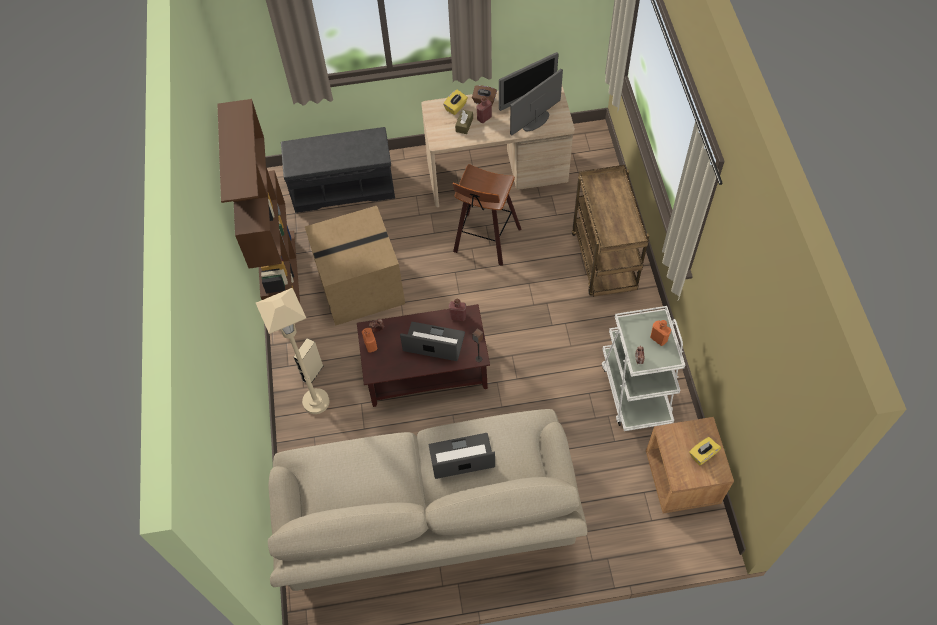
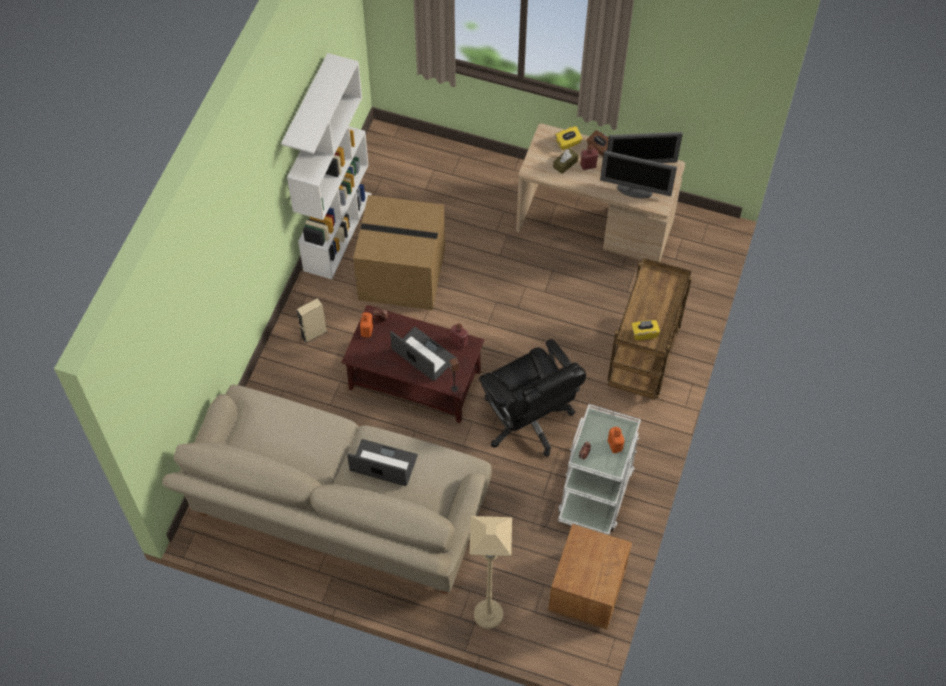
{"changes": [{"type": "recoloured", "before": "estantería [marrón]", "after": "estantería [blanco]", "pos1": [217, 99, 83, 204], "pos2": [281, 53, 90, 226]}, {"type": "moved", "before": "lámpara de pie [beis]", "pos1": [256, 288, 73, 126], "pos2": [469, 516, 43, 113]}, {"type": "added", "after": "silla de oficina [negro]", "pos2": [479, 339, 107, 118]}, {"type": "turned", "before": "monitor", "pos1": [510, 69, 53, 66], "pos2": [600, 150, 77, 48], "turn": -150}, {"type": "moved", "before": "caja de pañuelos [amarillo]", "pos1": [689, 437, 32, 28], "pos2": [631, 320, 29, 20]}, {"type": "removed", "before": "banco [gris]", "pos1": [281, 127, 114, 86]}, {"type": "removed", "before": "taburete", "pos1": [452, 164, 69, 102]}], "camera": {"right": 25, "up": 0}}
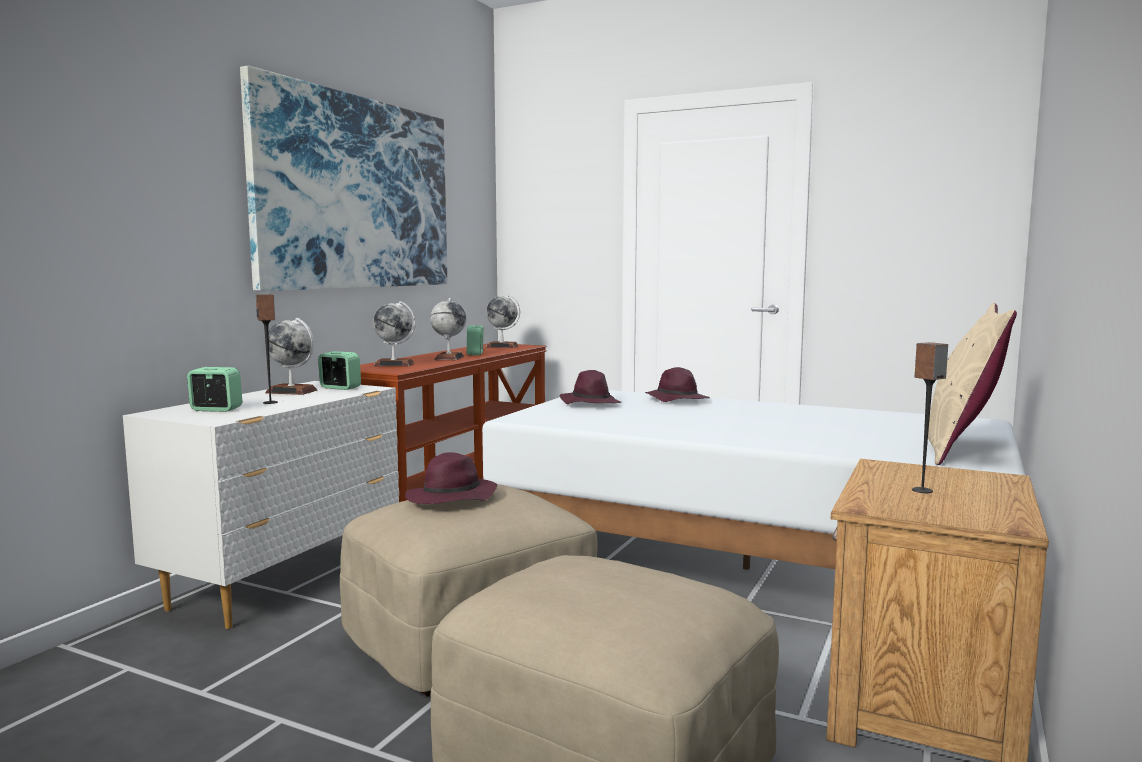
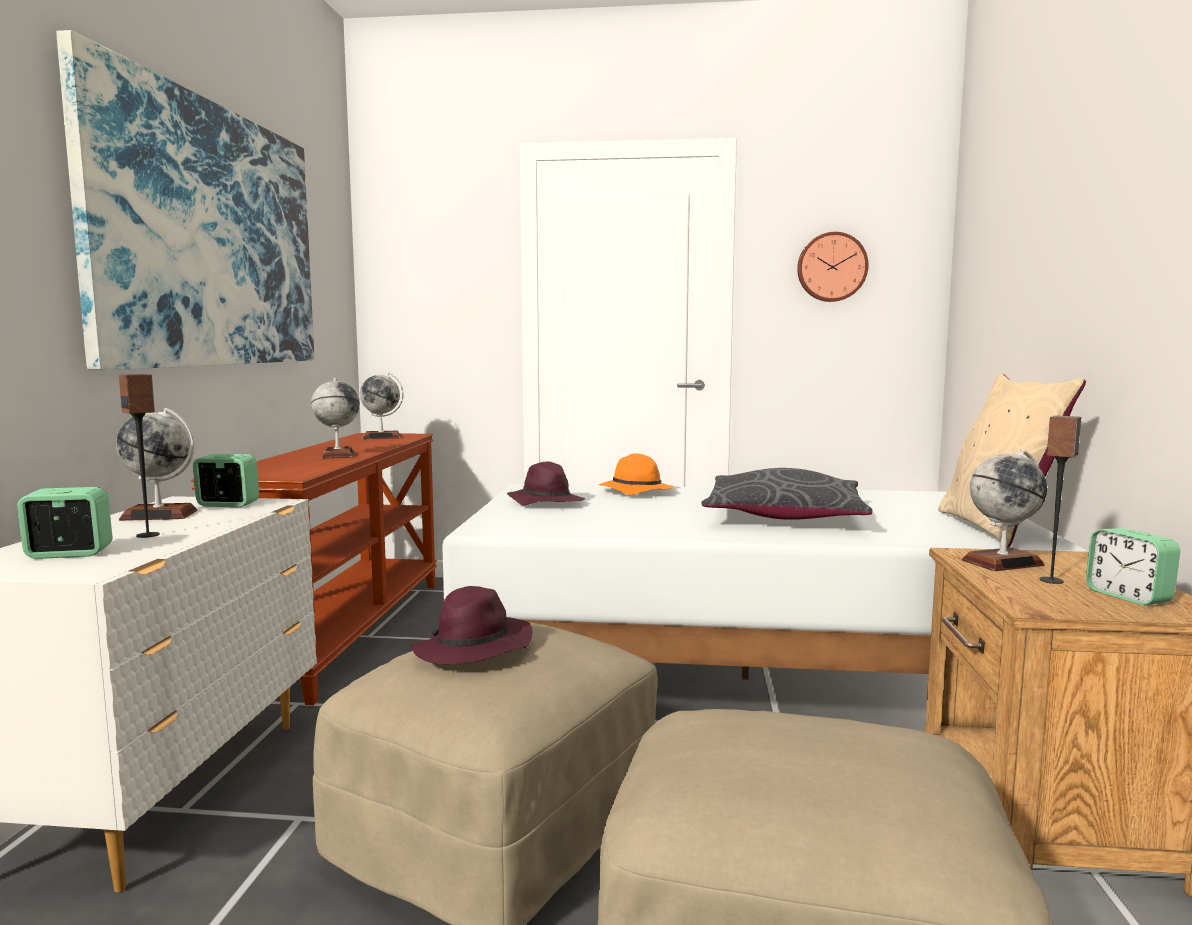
{"changes": [{"type": "recoloured", "before": "sombrero [morado]", "after": "sombrero [naranja]", "pos1": [645, 367, 65, 35], "pos2": [599, 453, 76, 42]}, {"type": "added", "after": "cojín [gris]", "pos2": [701, 468, 172, 52]}, {"type": "added", "after": "reloj de pared", "pos2": [797, 232, 72, 70]}, {"type": "moved", "before": "globo terráqueo", "pos1": [373, 301, 43, 66], "pos2": [962, 449, 85, 122]}, {"type": "moved", "before": "despertador", "pos1": [467, 325, 17, 30], "pos2": [1086, 528, 94, 78]}], "camera": {"right": -20, "up": 0}}
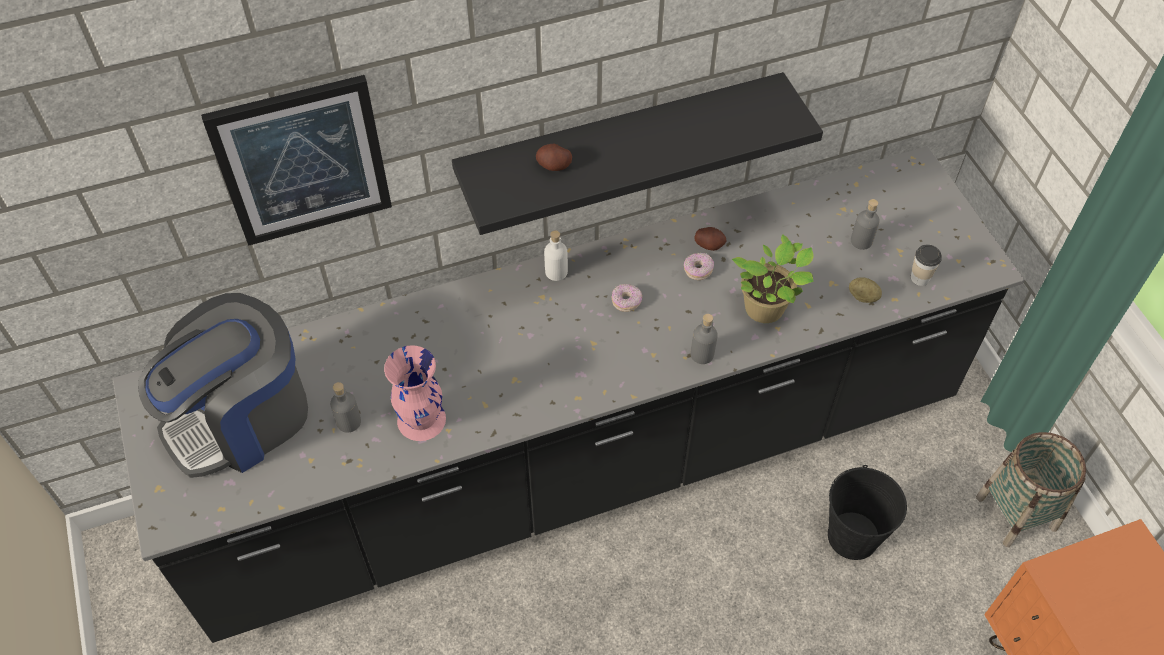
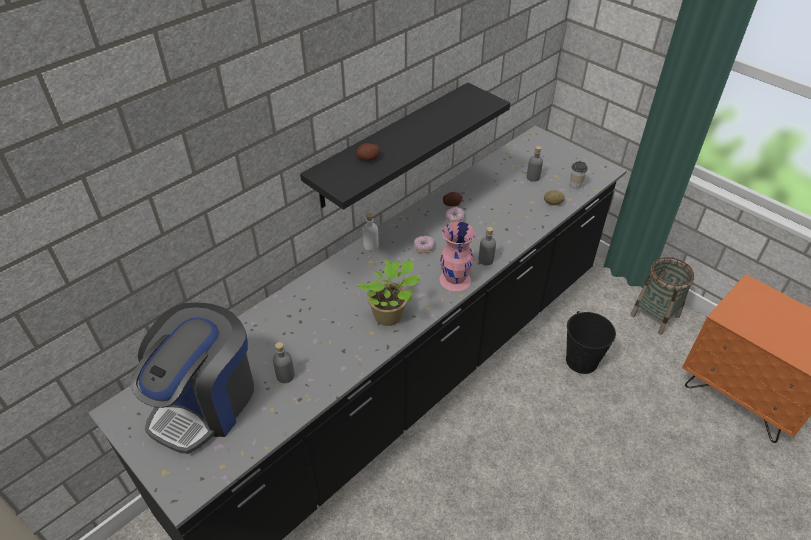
{"changes": [{"type": "moved", "before": "planta en maceta", "pos1": [732, 234, 82, 89], "pos2": [357, 259, 64, 67]}, {"type": "moved", "before": "florero [rosa]", "pos1": [384, 345, 62, 96], "pos2": [440, 222, 36, 69]}, {"type": "removed", "before": "cuadro", "pos1": [201, 75, 191, 171]}], "camera": {"right": -25, "up": -10}}
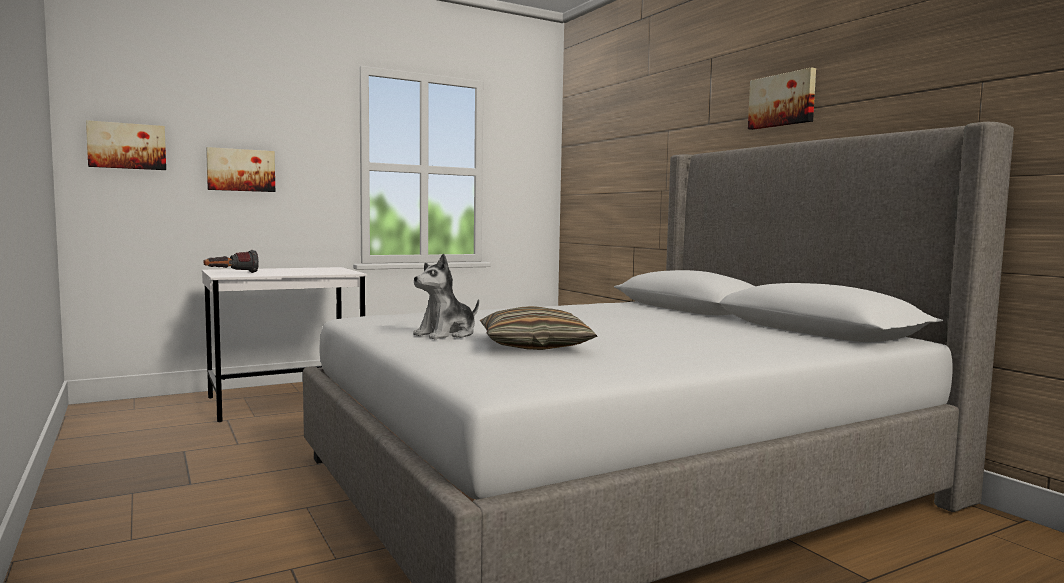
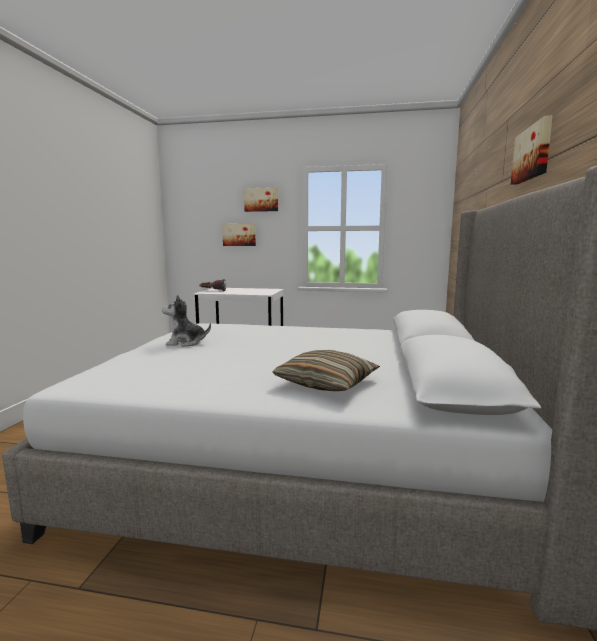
{"changes": [{"type": "moved", "before": "cuadro", "pos1": [86, 120, 80, 50], "pos2": [244, 187, 34, 25]}, {"type": "moved", "before": "cojín", "pos1": [480, 306, 118, 44], "pos2": [273, 350, 107, 41]}], "camera": {"right": 40, "up": 5}}
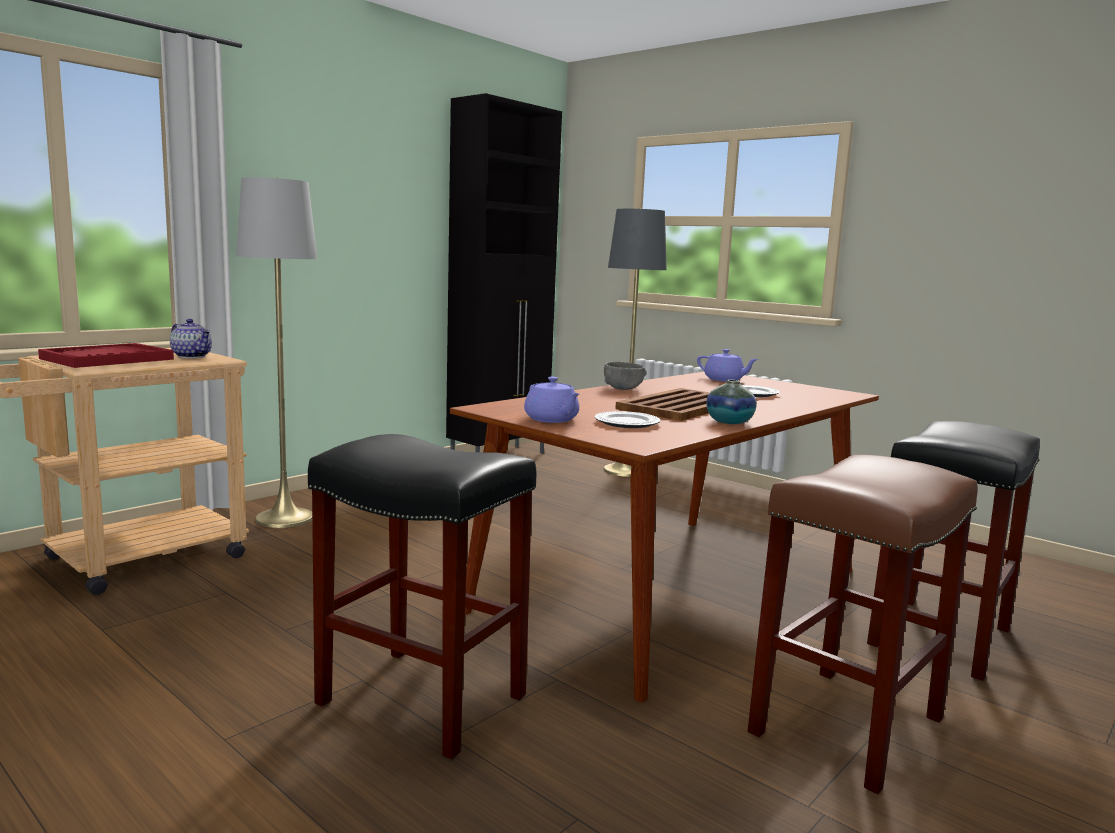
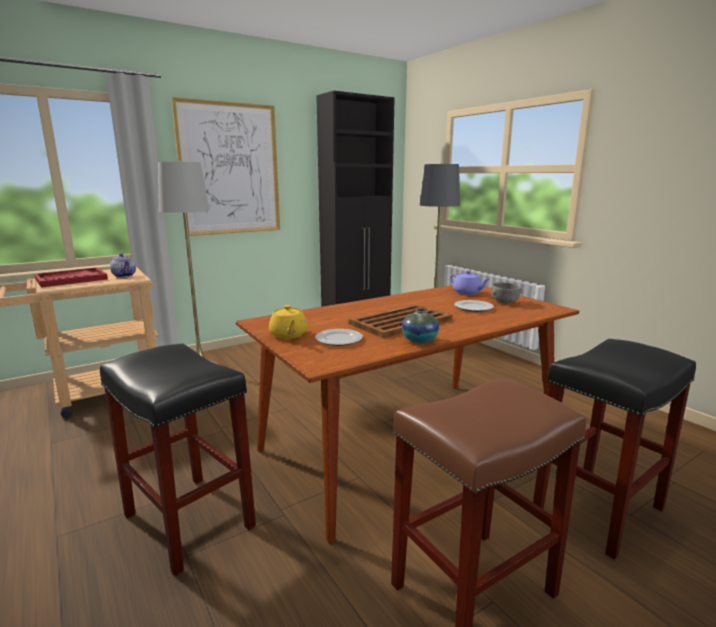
{"changes": [{"type": "added", "after": "cuadro", "pos2": [171, 97, 109, 139]}, {"type": "recoloured", "before": "tetera [morado]", "after": "tetera [amarillo]", "pos1": [524, 377, 55, 46], "pos2": [269, 305, 39, 34]}, {"type": "moved", "before": "cuenco [gris]", "pos1": [604, 362, 43, 28], "pos2": [491, 282, 32, 21]}], "camera": {"right": 15, "up": 5}}
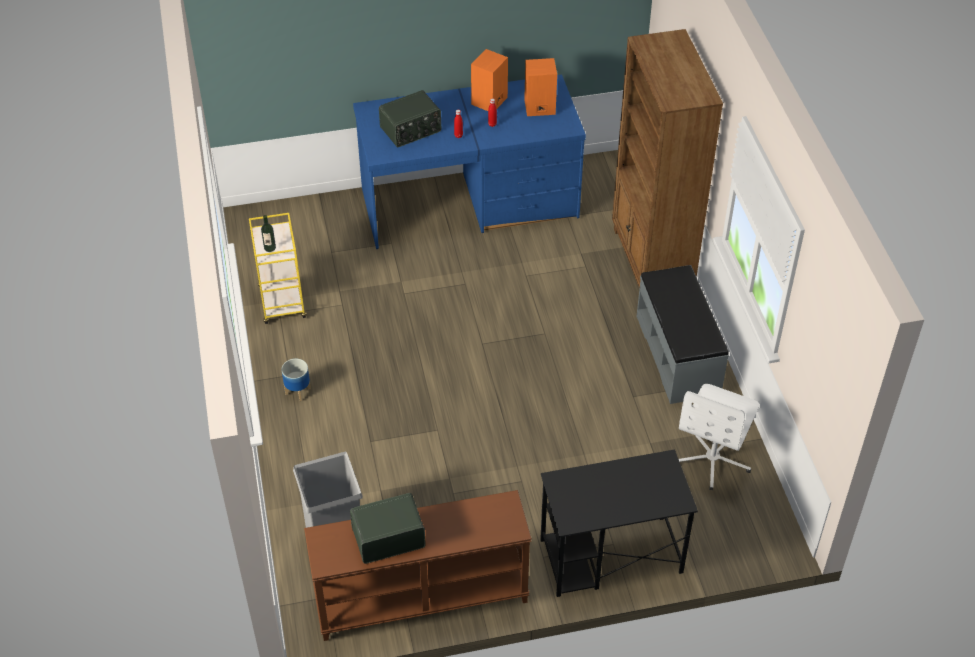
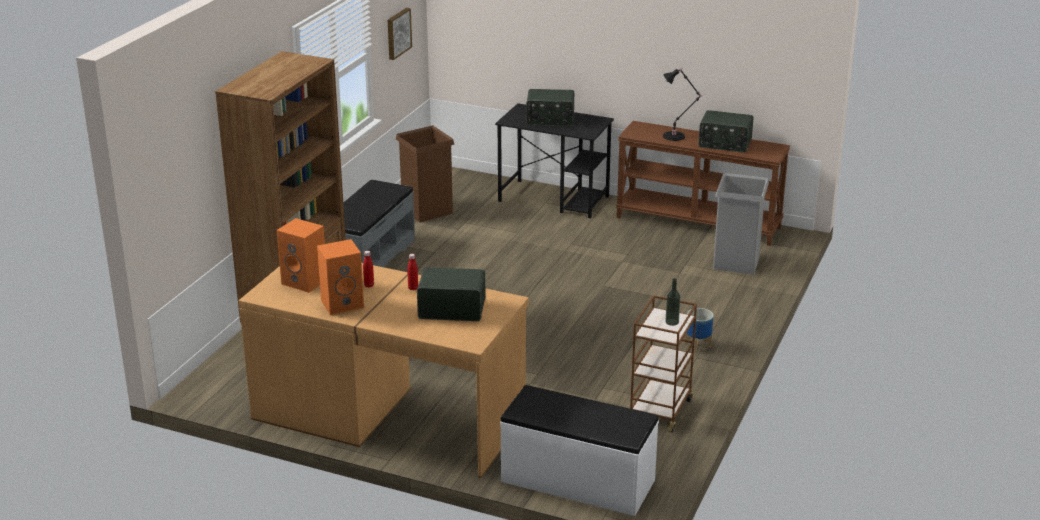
{"changes": [{"type": "recoloured", "before": "escritorio [azul]", "after": "escritorio [marrón]", "pos1": [353, 74, 233, 175], "pos2": [238, 263, 291, 215]}, {"type": "added", "after": "cuadro", "pos2": [388, 8, 24, 52]}, {"type": "replaced", "before": "silla de oficina [blanco]", "after": "papelera [marrón]", "pos1": [679, 384, 81, 106], "pos2": [396, 126, 58, 96]}, {"type": "added", "after": "banco [blanco]", "pos2": [500, 385, 159, 131]}, {"type": "added", "after": "radio", "pos2": [526, 89, 48, 37]}, {"type": "recoloured", "before": "carrito [amarillo]", "after": "carrito [marrón]", "pos1": [249, 213, 58, 111], "pos2": [630, 295, 67, 138]}, {"type": "added", "after": "lámpara de mesa [negro]", "pos2": [663, 69, 39, 72]}], "camera": {"right": -145, "up": -20}}
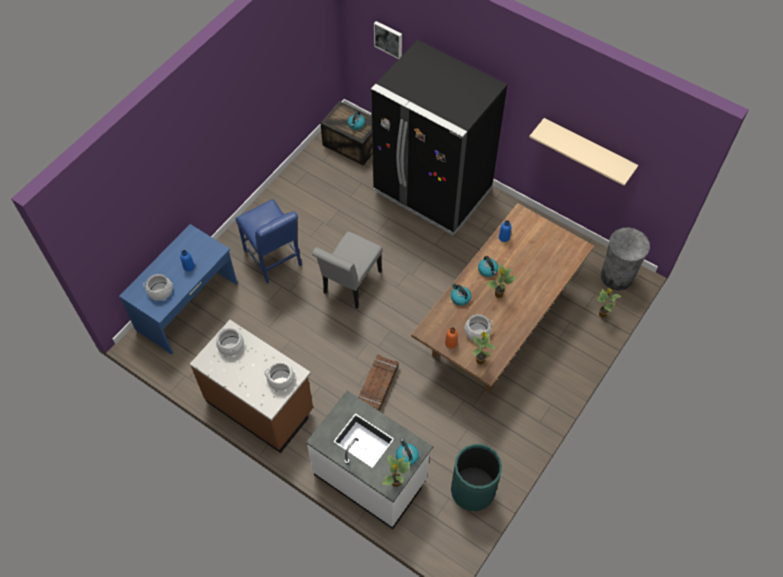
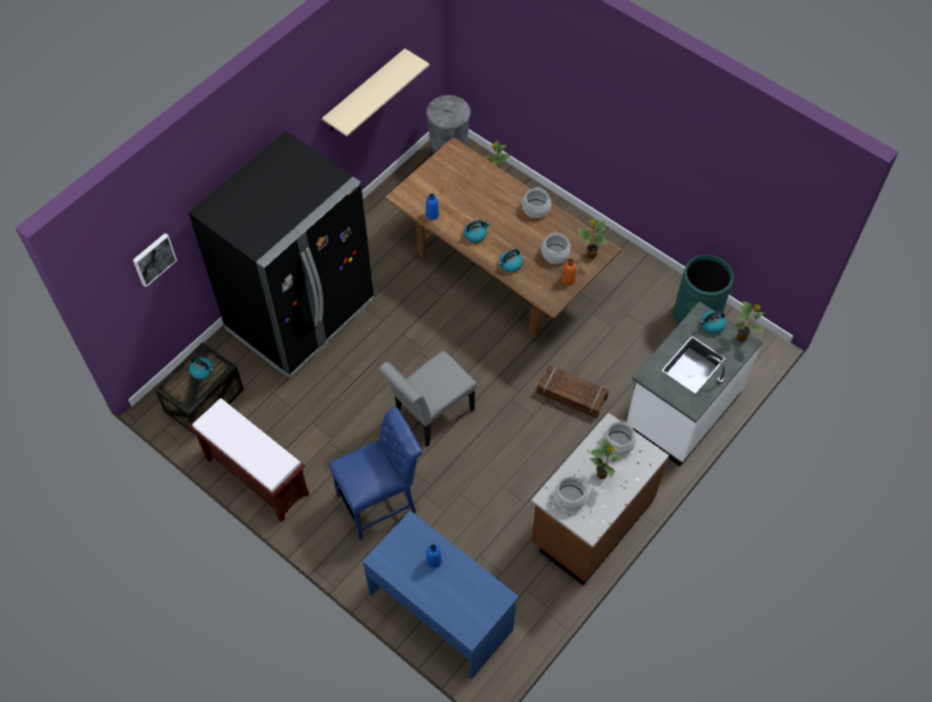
{"changes": [{"type": "added", "after": "banco [marrón]", "pos2": [189, 398, 120, 124]}, {"type": "turned", "before": "silla [gris]", "pos1": [312, 232, 71, 77], "pos2": [379, 351, 98, 96], "turn": 105}, {"type": "moved", "before": "olla", "pos1": [143, 274, 29, 27], "pos2": [522, 187, 29, 31]}, {"type": "moved", "before": "planta en maceta", "pos1": [486, 264, 30, 34], "pos2": [589, 437, 34, 42]}], "camera": {"right": -85, "up": 0}}
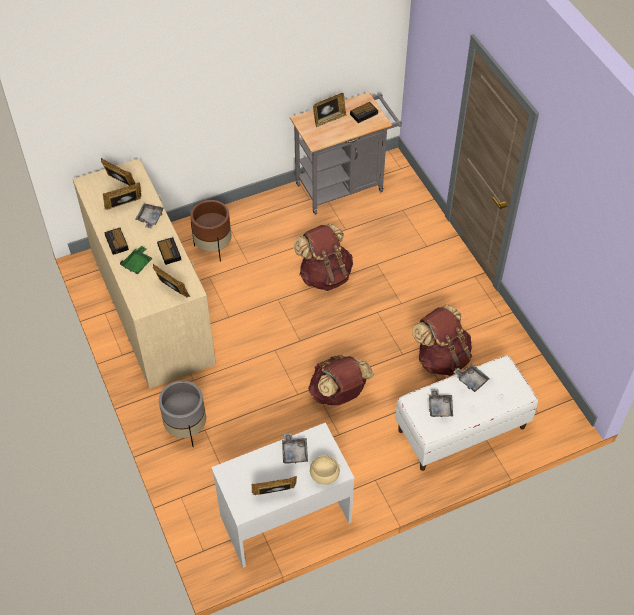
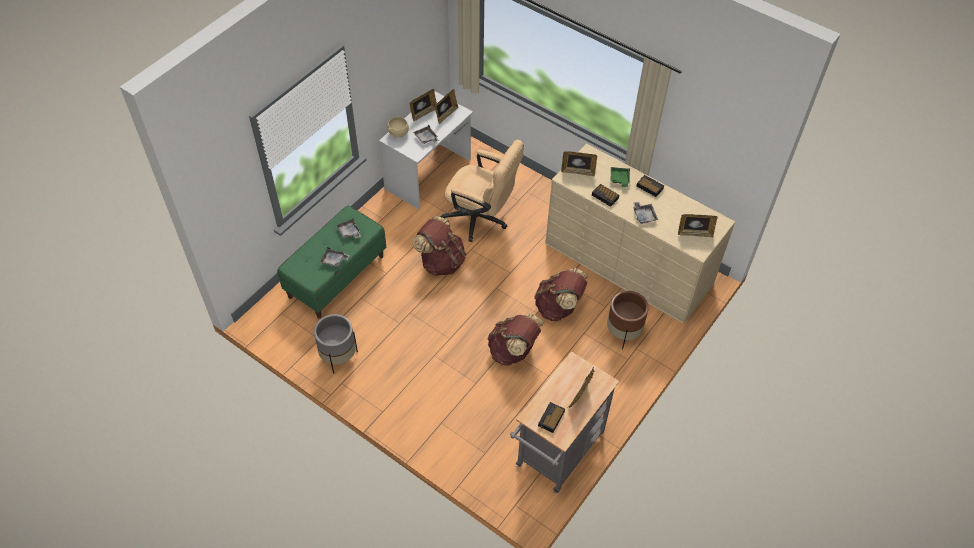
{"changes": [{"type": "recoloured", "before": "banco [blanco]", "after": "banco [verde]", "pos1": [395, 355, 143, 116], "pos2": [277, 206, 109, 112]}, {"type": "moved", "before": "maceta [gris]", "pos1": [159, 380, 47, 67], "pos2": [314, 314, 44, 60]}, {"type": "moved", "before": "portarretratos", "pos1": [103, 182, 38, 28], "pos2": [435, 89, 24, 35]}, {"type": "added", "after": "silla de oficina [beis]", "pos2": [440, 140, 84, 102]}, {"type": "moved", "before": "mochila [marrón]", "pos1": [412, 304, 60, 72], "pos2": [534, 268, 54, 54]}], "camera": {"right": 150, "up": 0}}
